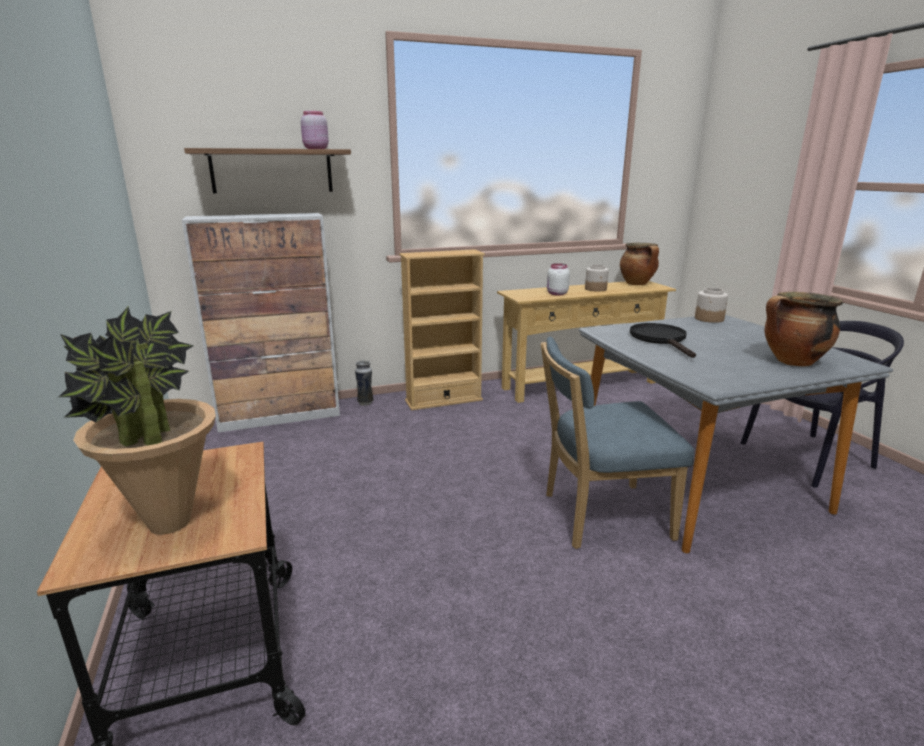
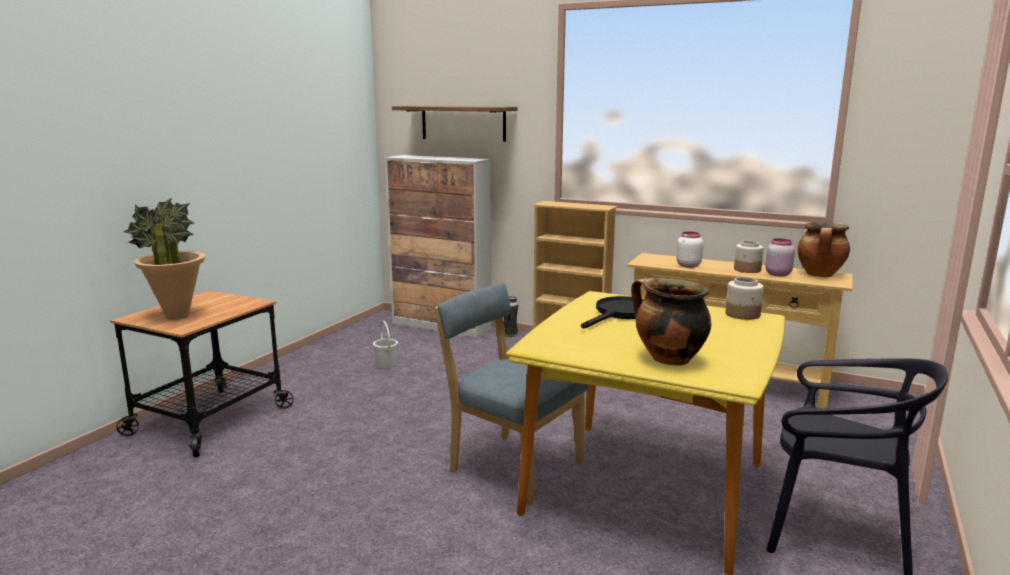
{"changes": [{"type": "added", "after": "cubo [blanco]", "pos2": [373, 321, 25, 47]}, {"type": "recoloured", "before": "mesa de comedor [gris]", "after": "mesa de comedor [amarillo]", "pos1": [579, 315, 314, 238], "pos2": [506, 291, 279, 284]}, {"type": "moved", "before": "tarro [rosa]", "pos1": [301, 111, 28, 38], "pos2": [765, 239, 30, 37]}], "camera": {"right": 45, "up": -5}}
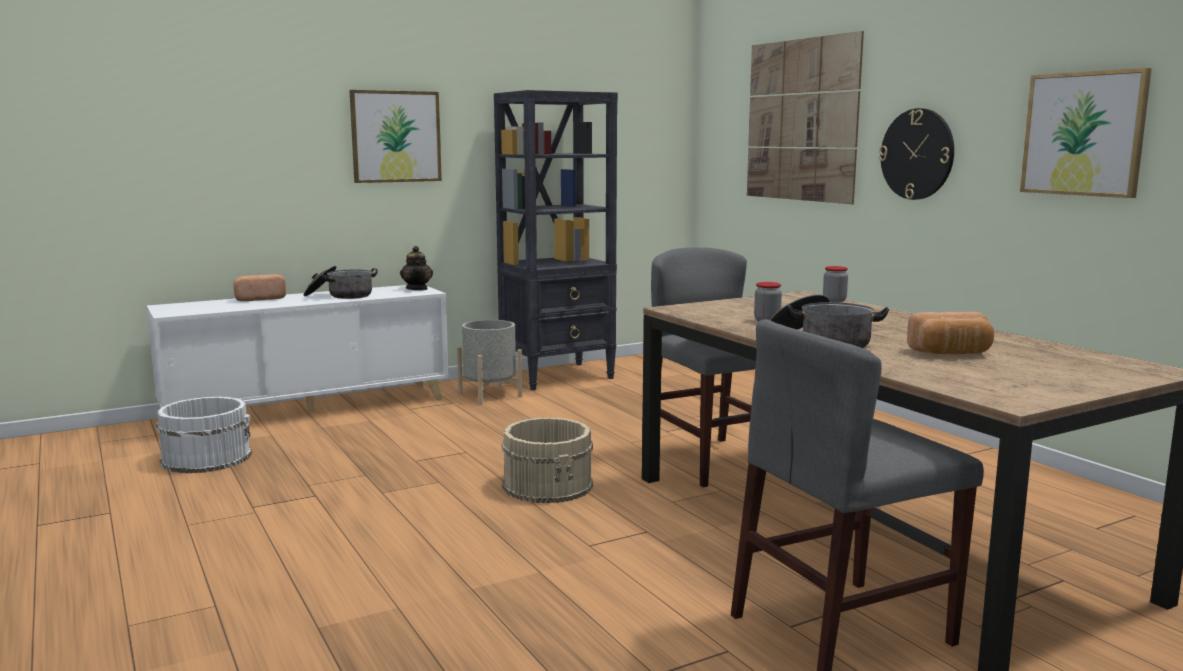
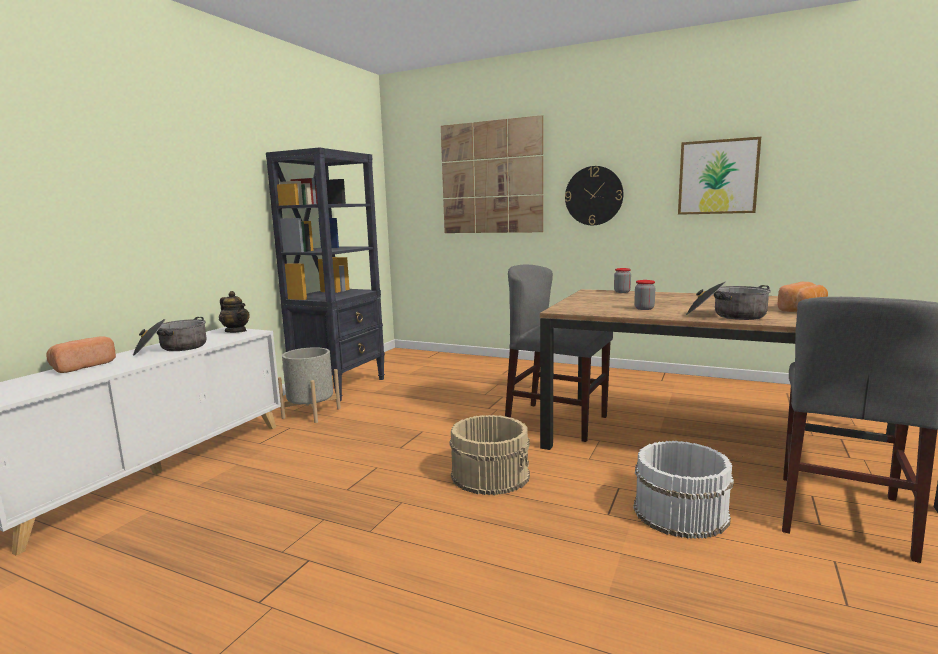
{"changes": [{"type": "moved", "before": "cubo [blanco]", "pos1": [156, 397, 96, 76], "pos2": [634, 441, 100, 98]}, {"type": "removed", "before": "cuadro", "pos1": [349, 90, 93, 93]}], "camera": {"right": -35, "up": 0}}
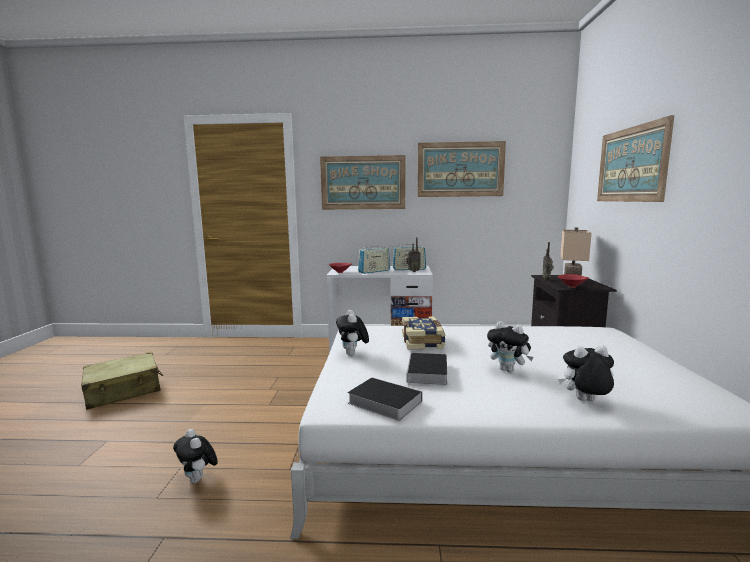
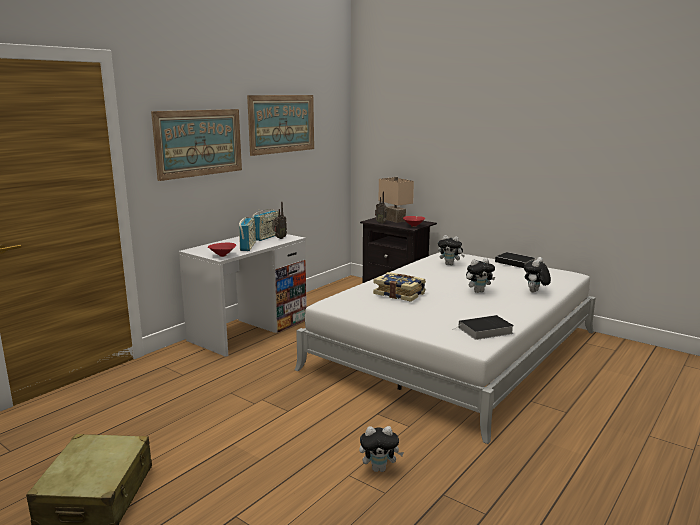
{"changes": [{"type": "moved", "before": "peluche", "pos1": [336, 310, 33, 45], "pos2": [438, 235, 27, 30]}, {"type": "moved", "before": "libro", "pos1": [406, 353, 41, 34], "pos2": [495, 252, 40, 16]}, {"type": "removed", "before": "cuadro", "pos1": [597, 115, 77, 87]}], "camera": {"right": -55, "up": 5}}
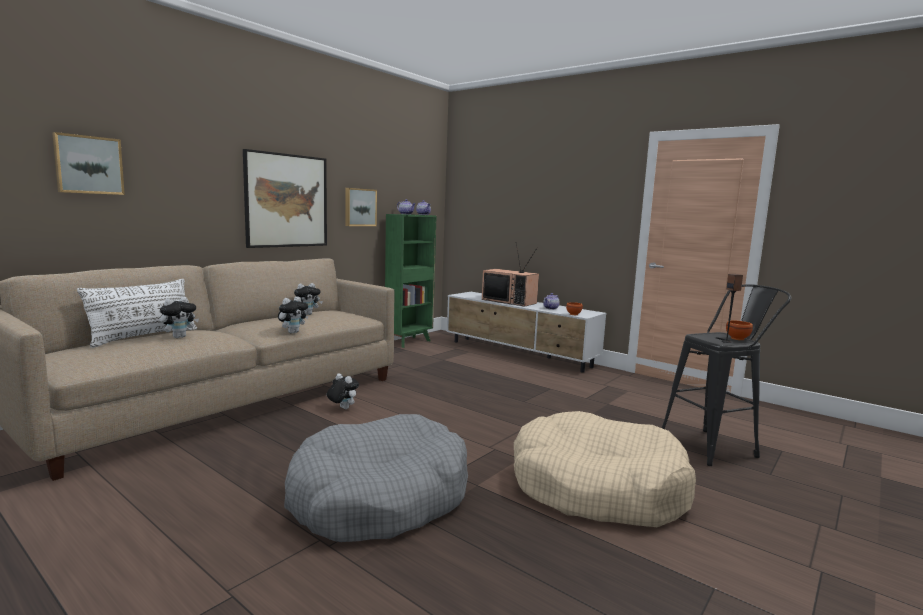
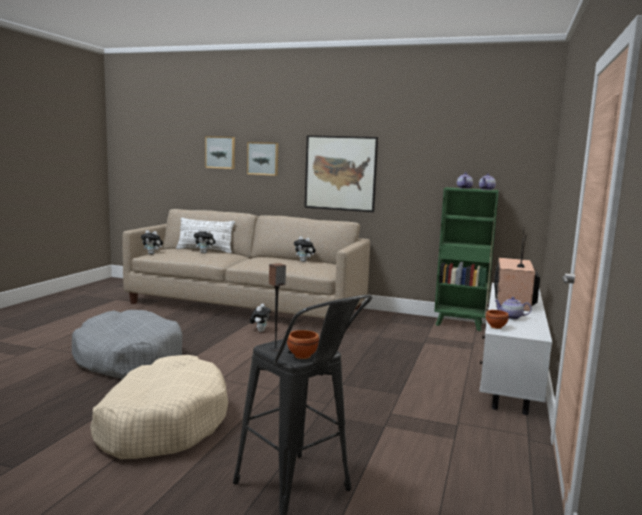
{"changes": [{"type": "moved", "before": "peluche", "pos1": [278, 297, 30, 36], "pos2": [141, 230, 22, 24]}, {"type": "moved", "before": "cuadro", "pos1": [346, 188, 31, 38], "pos2": [247, 142, 31, 34]}], "camera": {"right": 70, "up": 0}}
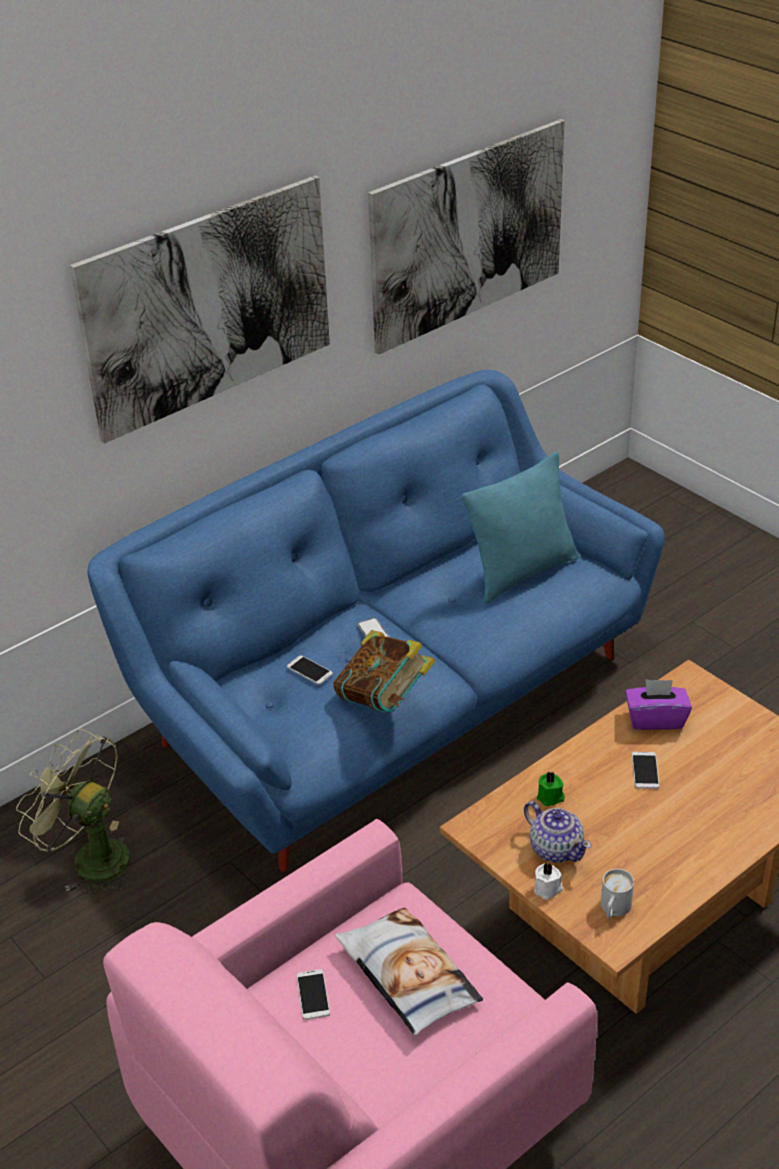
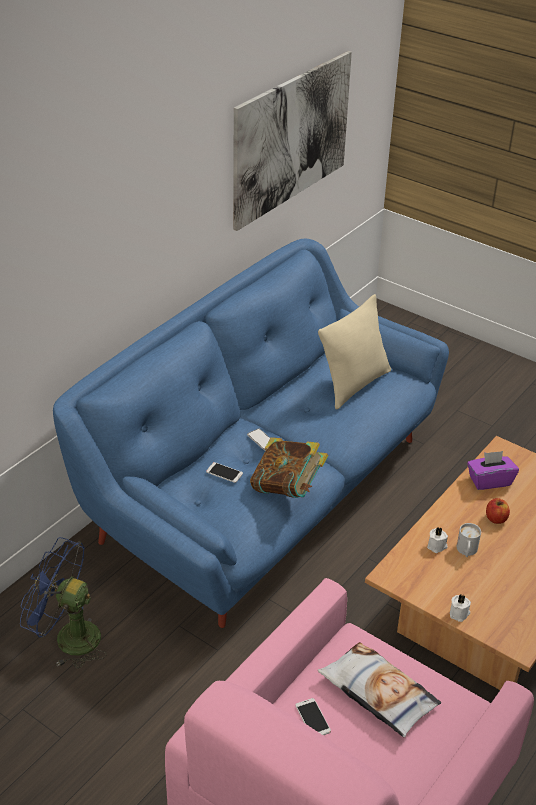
{"changes": [{"type": "recoloured", "before": "ventilador [verde]", "after": "ventilador [azul]", "pos1": [16, 728, 114, 169], "pos2": [20, 537, 87, 131]}, {"type": "recoloured", "before": "cojín [turquesa]", "after": "cojín [beis]", "pos1": [462, 452, 117, 151], "pos2": [318, 294, 73, 116]}, {"type": "recoloured", "before": "vela [verde]", "after": "vela [blanco]", "pos1": [537, 771, 28, 35], "pos2": [427, 527, 21, 26]}, {"type": "moved", "before": "taza grande [blanco]", "pos1": [601, 869, 33, 49], "pos2": [457, 523, 24, 34]}, {"type": "replaced", "before": "móvil", "after": "manzana", "pos1": [632, 752, 27, 37], "pos2": [486, 498, 24, 26]}, {"type": "removed", "before": "cuadro", "pos1": [70, 176, 260, 268]}, {"type": "removed", "before": "tetera", "pos1": [524, 801, 68, 62]}], "camera": {"right": -15, "up": 0}}
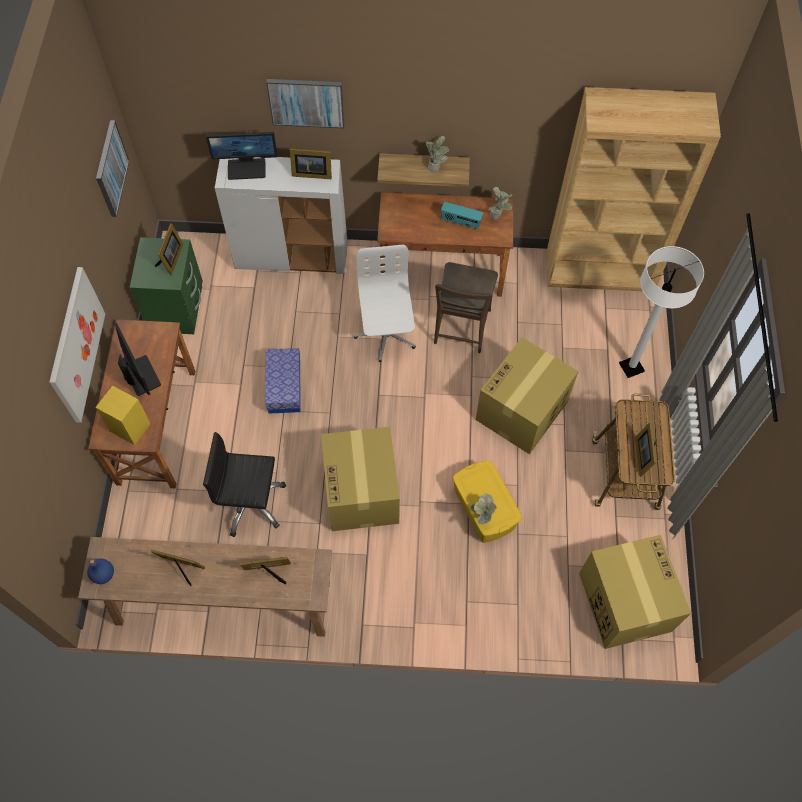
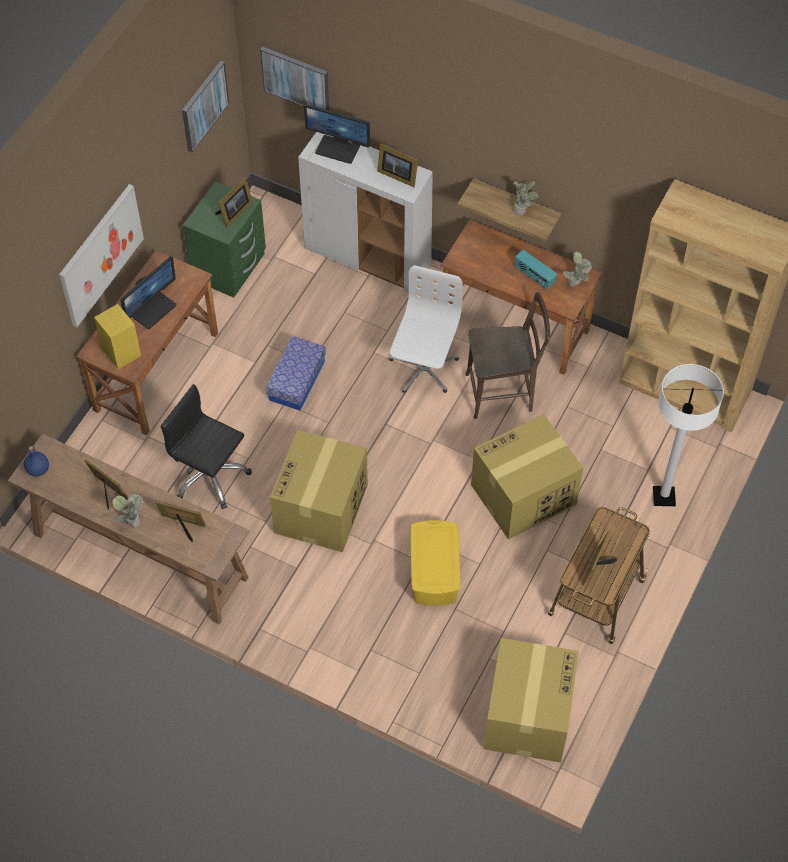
{"changes": [{"type": "moved", "before": "planta en maceta", "pos1": [470, 493, 27, 31], "pos2": [113, 494, 30, 34]}, {"type": "turned", "before": "monitor", "pos1": [115, 323, 46, 73], "pos2": [121, 256, 55, 73], "turn": 45}, {"type": "moved", "before": "cuadro", "pos1": [266, 79, 78, 50], "pos2": [260, 47, 69, 63]}, {"type": "turned", "before": "silla [marrón]", "pos1": [434, 262, 64, 91], "pos2": [466, 292, 84, 127], "turn": -135}], "camera": {"right": 25, "up": -5}}
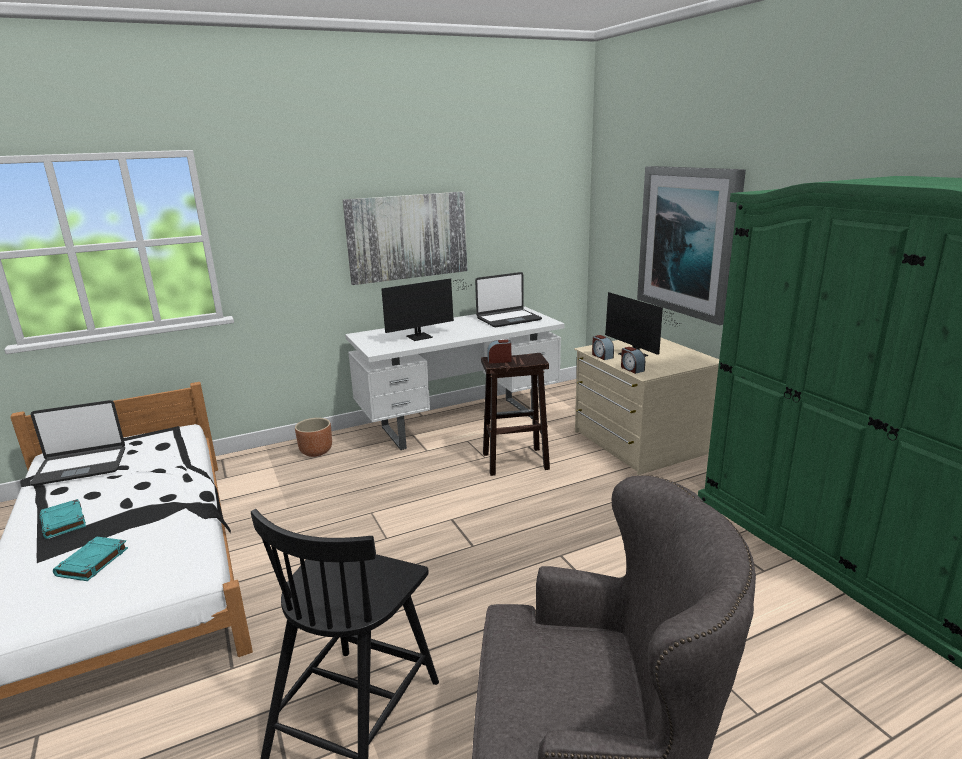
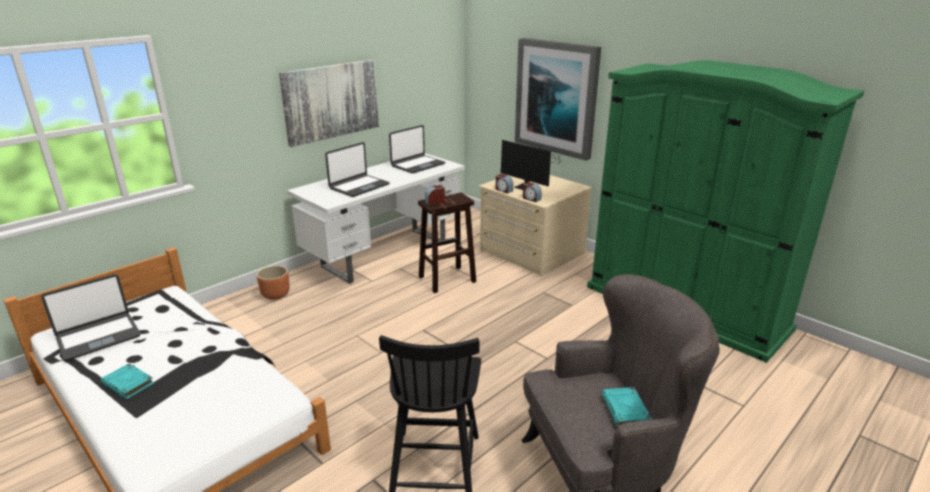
{"changes": [{"type": "replaced", "before": "monitor", "after": "portátil", "pos1": [381, 278, 90, 63], "pos2": [325, 142, 65, 55]}, {"type": "moved", "before": "libro [turquesa]", "pos1": [53, 537, 75, 44], "pos2": [602, 387, 50, 40]}], "camera": {"right": -20, "up": 5}}
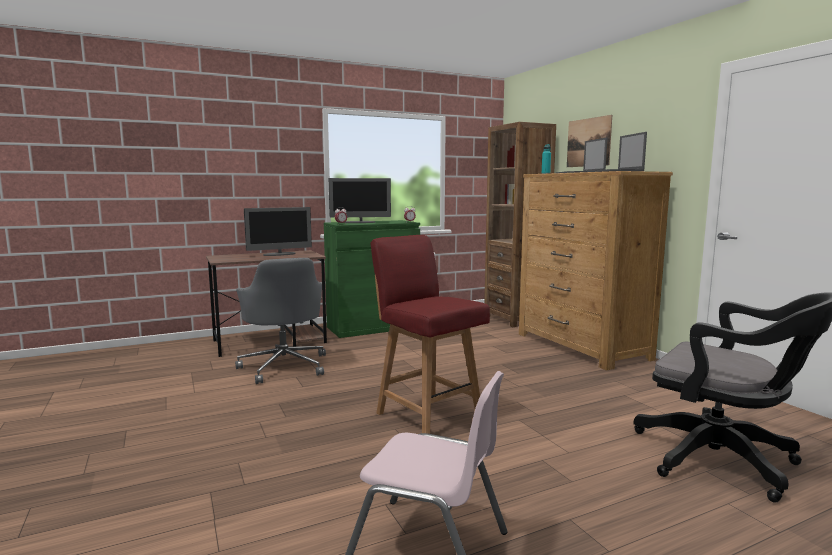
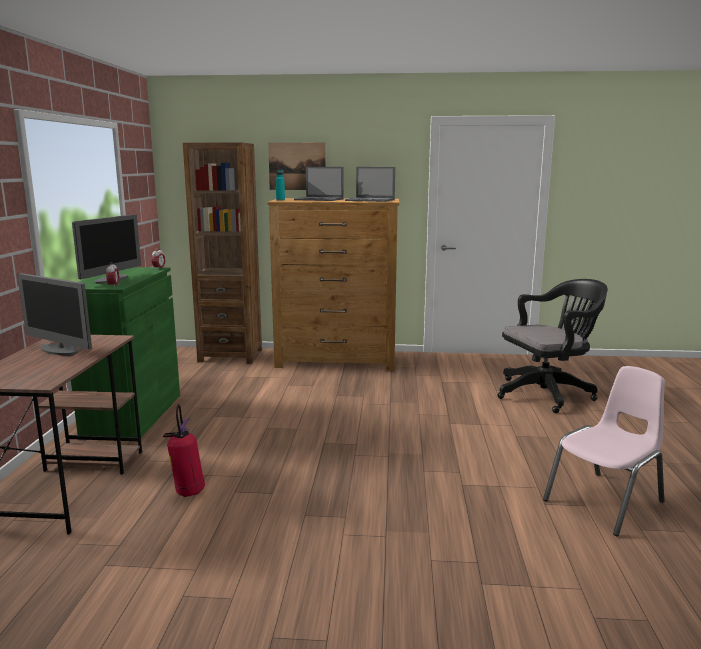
{"changes": [{"type": "turned", "before": "monitor", "pos1": [244, 207, 68, 49], "pos2": [17, 273, 75, 82], "turn": 120}, {"type": "replaced", "before": "silla de oficina [gris]", "after": "extintor", "pos1": [235, 258, 91, 126], "pos2": [163, 404, 42, 93]}, {"type": "removed", "before": "silla [rojo]", "pos1": [370, 235, 120, 199]}], "camera": {"right": -60, "up": 5}}
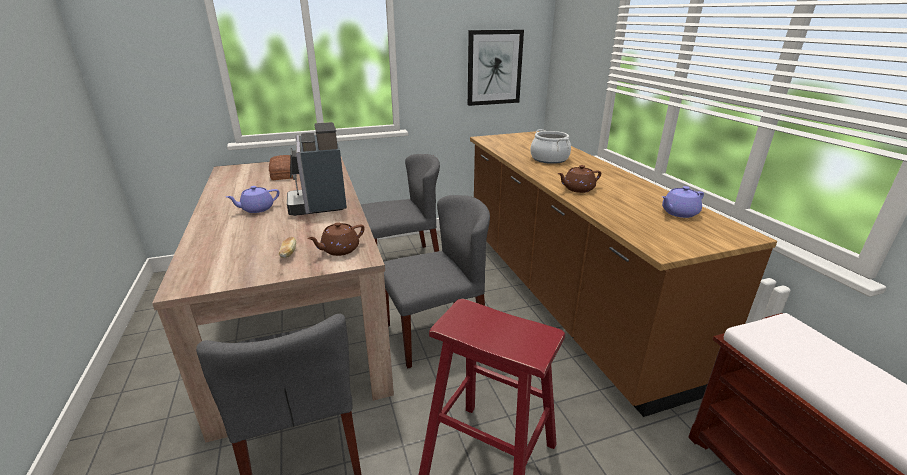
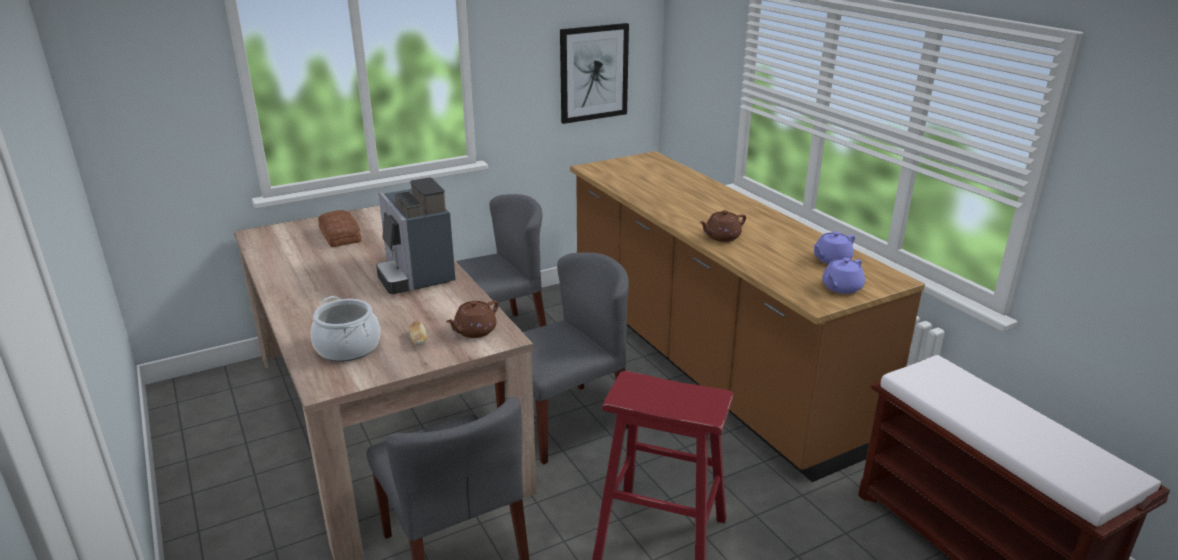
{"changes": [{"type": "moved", "before": "olla", "pos1": [530, 129, 41, 35], "pos2": [311, 296, 69, 66]}, {"type": "moved", "before": "tetera [morado]", "pos1": [226, 186, 54, 27], "pos2": [822, 258, 43, 36]}], "camera": {"right": -10, "up": 0}}
